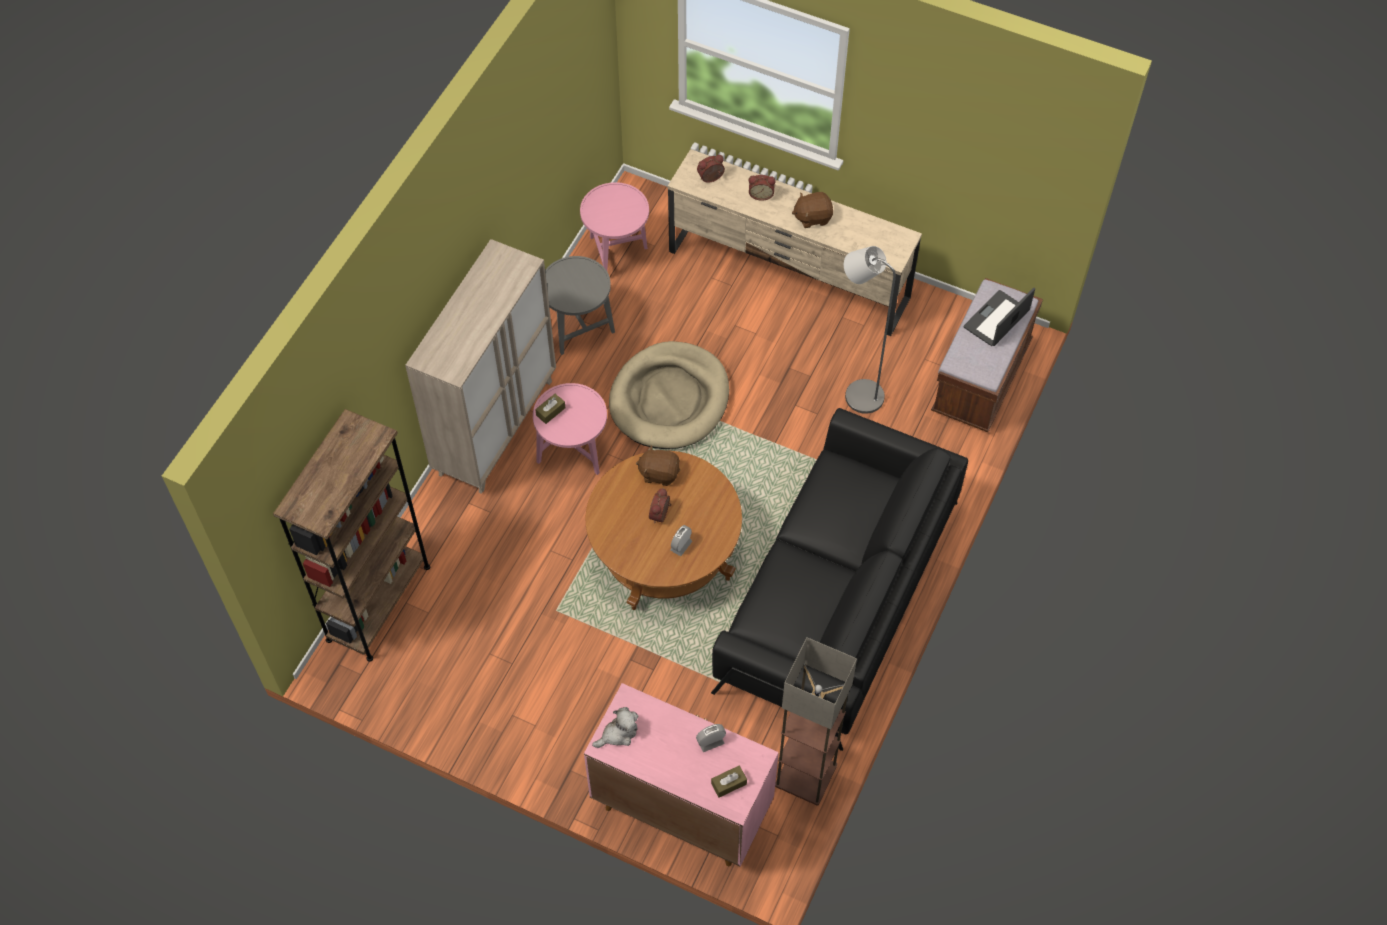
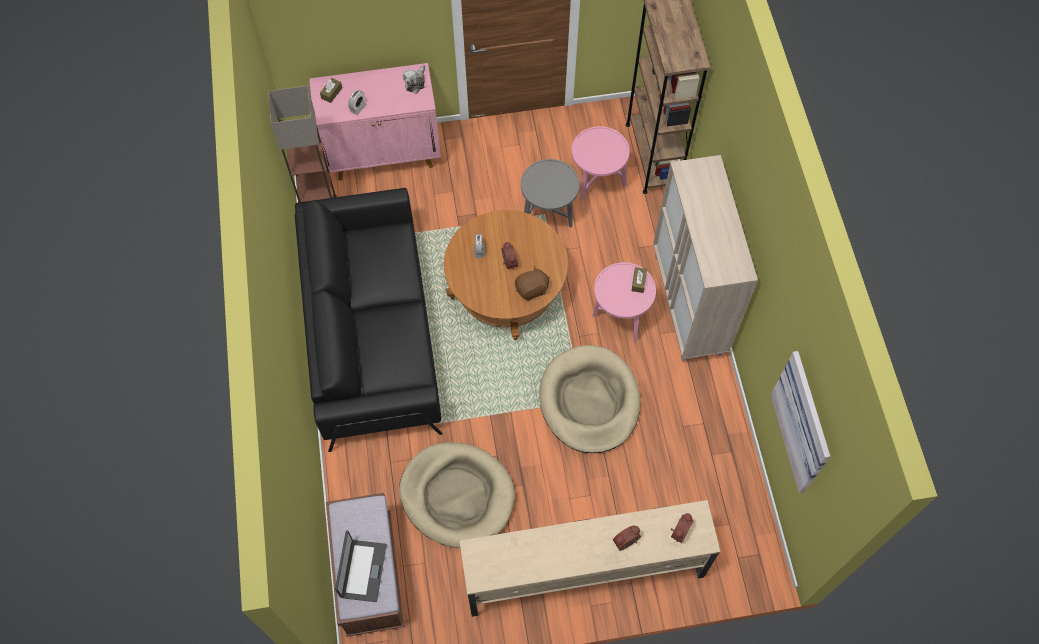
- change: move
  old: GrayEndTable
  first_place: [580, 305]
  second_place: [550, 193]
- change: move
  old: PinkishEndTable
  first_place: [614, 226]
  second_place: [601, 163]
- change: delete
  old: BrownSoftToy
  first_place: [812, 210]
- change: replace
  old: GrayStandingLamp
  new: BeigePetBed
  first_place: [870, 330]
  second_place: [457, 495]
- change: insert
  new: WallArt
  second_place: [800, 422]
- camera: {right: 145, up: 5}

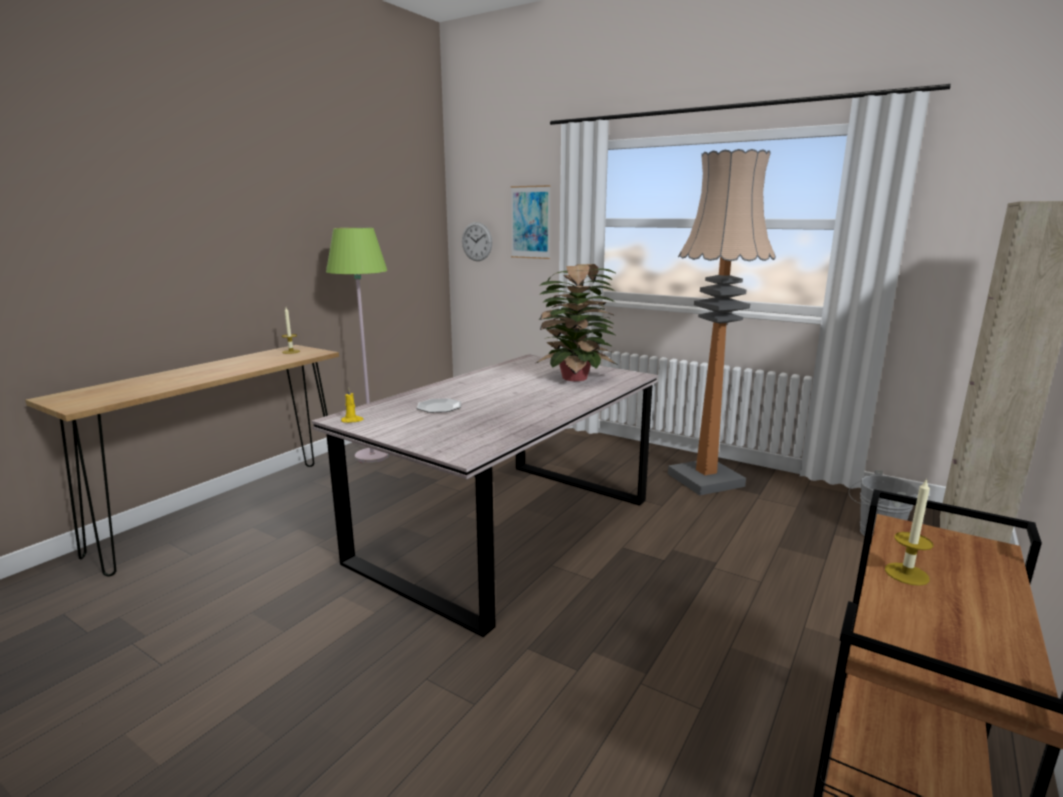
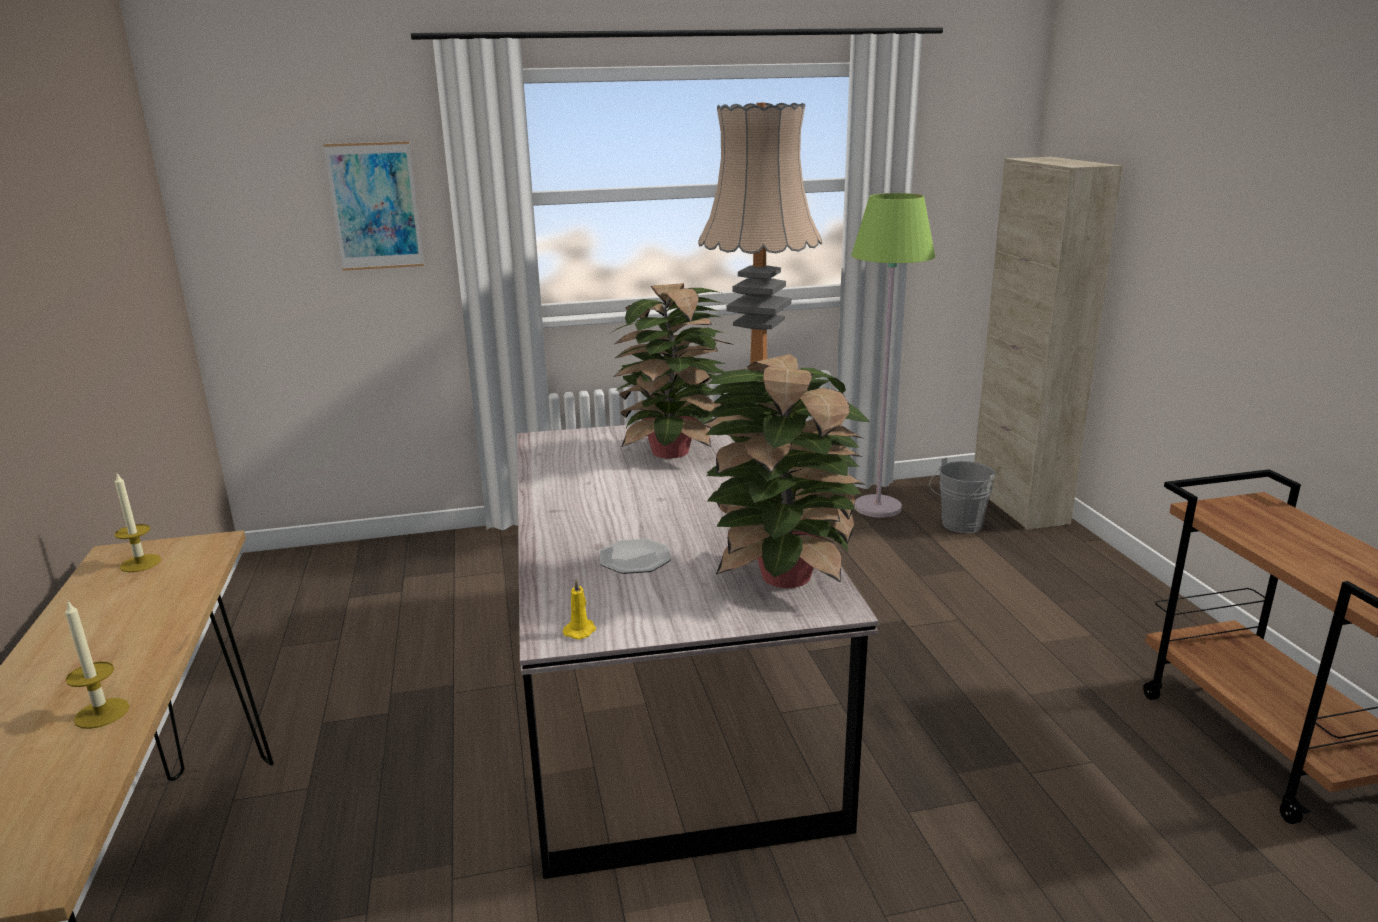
- change: move
  old: GreenishStandingLamp
  first_place: [358, 345]
  second_place: [893, 355]
- change: delete
  old: HangingClock
  first_place: [477, 241]
- change: move
  old: WaxLight
  first_place: [909, 532]
  second_place: [97, 664]
- change: insert
  new: PottedPlant
  second_place: [786, 471]
- camera: {right: -45, up: 5}

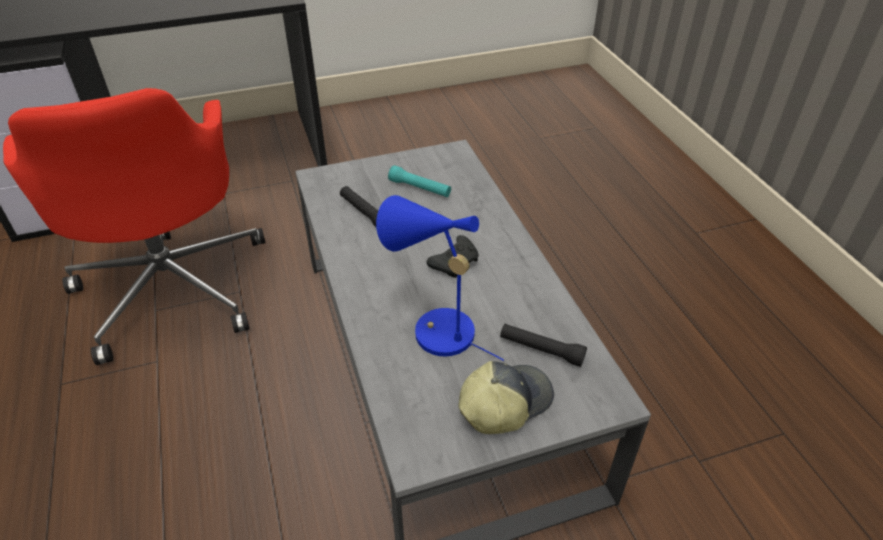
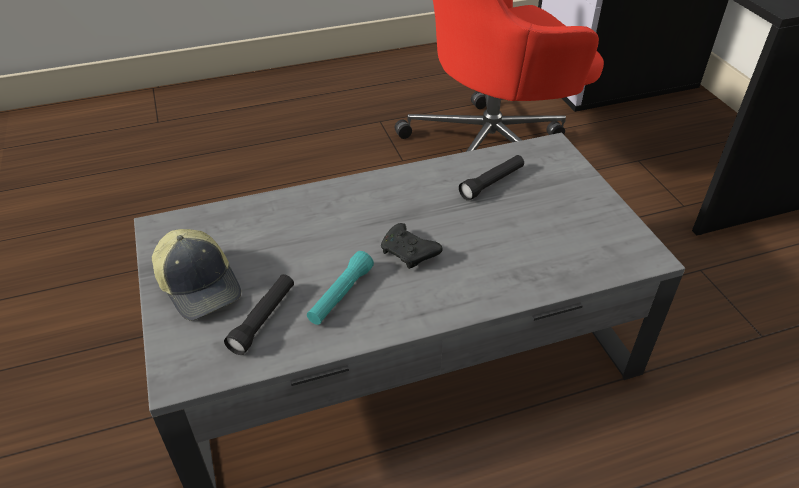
- change: delete
  old: BlueTabletopLamp
  first_place: [440, 278]
- change: move
  old: TurquoiseColouredTorch
  first_place: [419, 181]
  second_place: [340, 288]
- camera: {right: 90, up: 0}

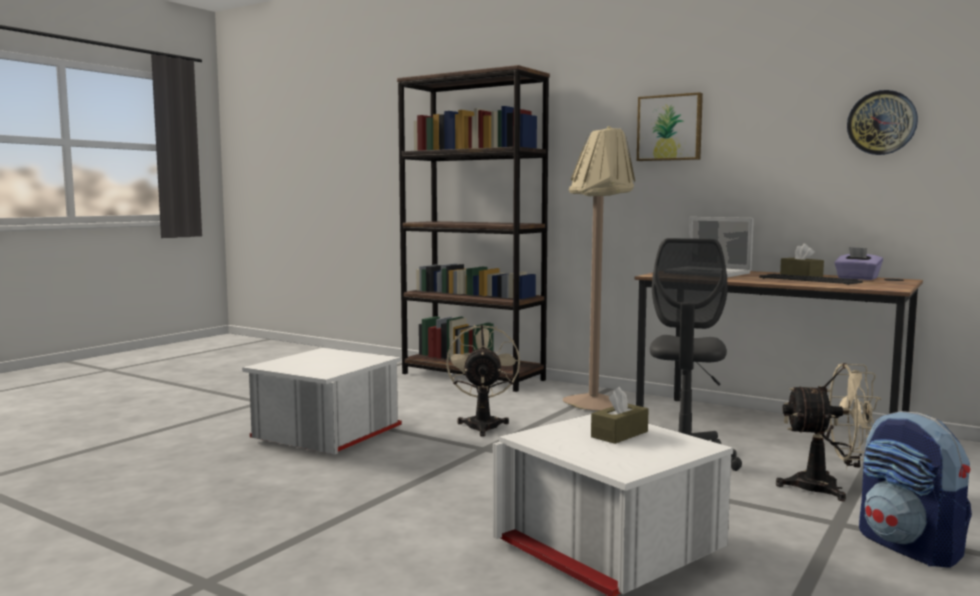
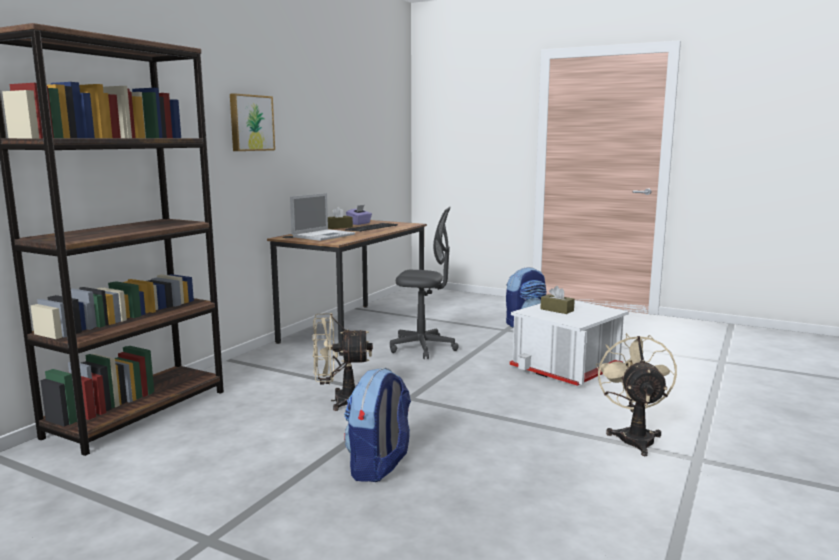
- change: replace
  old: WhiteStorageBox
  new: Backpack
  first_place: [322, 401]
  second_place: [377, 425]
- change: delete
  old: BeigeStandingLamp
  first_place: [599, 268]
- change: move
  old: BeigeElectricFan
  first_place: [829, 432]
  second_place: [636, 394]
- change: delete
  old: HangingClock
  first_place: [882, 122]
- camera: {right: -95, up: 5}

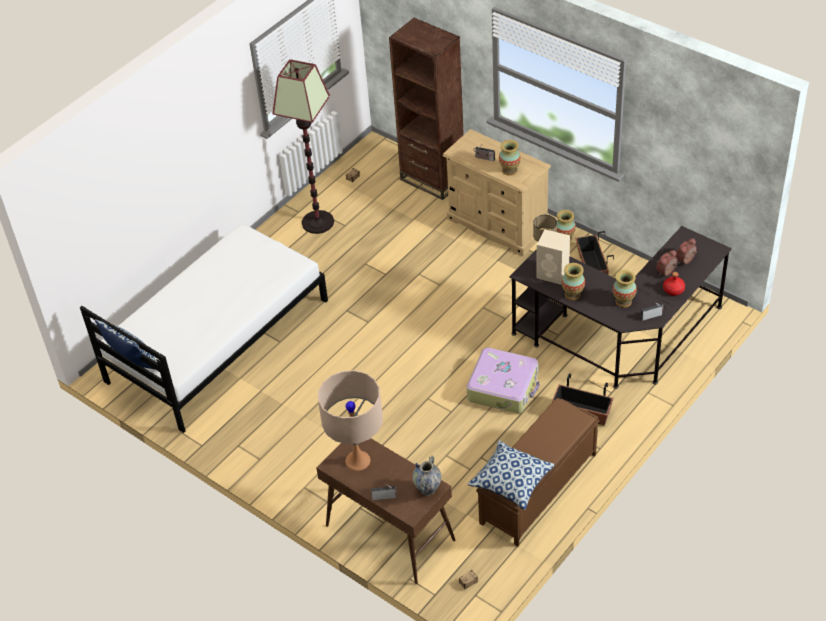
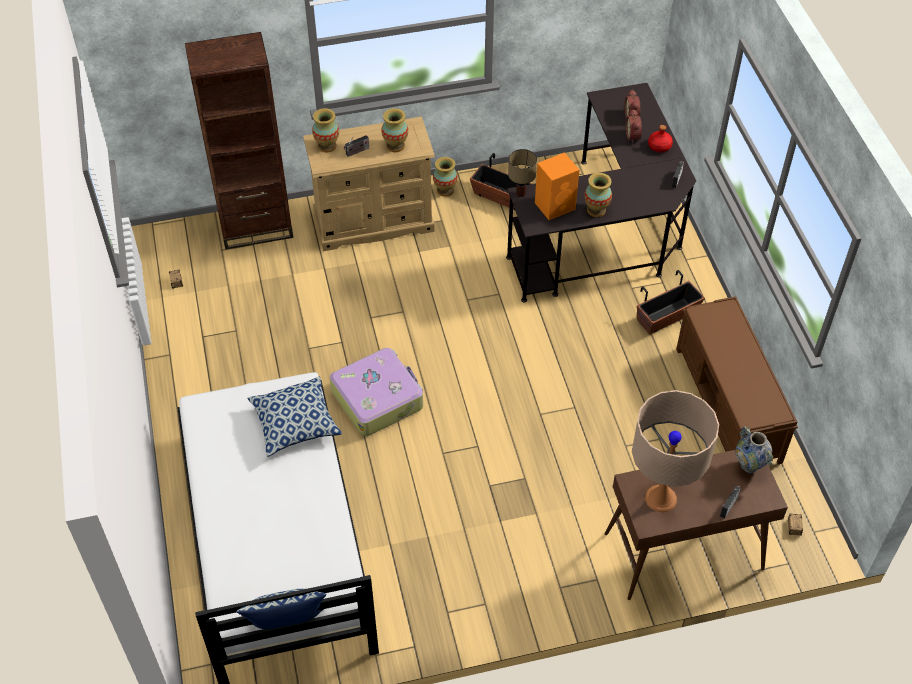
- change: delete
  old: StandingLamp
  first_place: [303, 146]
- change: move
  old: PieceOfLuggage
  first_place: [503, 380]
  second_place: [376, 392]
- change: move
  old: Pillow
  first_place: [511, 475]
  second_place: [294, 417]
- change: recolor
  old: BeigeLoudspeaker
  new: OrangeyLoudspeaker
  first_place: [553, 256]
  second_place: [557, 186]
- change: move
  old: DecorativeVase
  first_place: [625, 289]
  second_place: [325, 130]
- camera: {right: -55, up: 5}

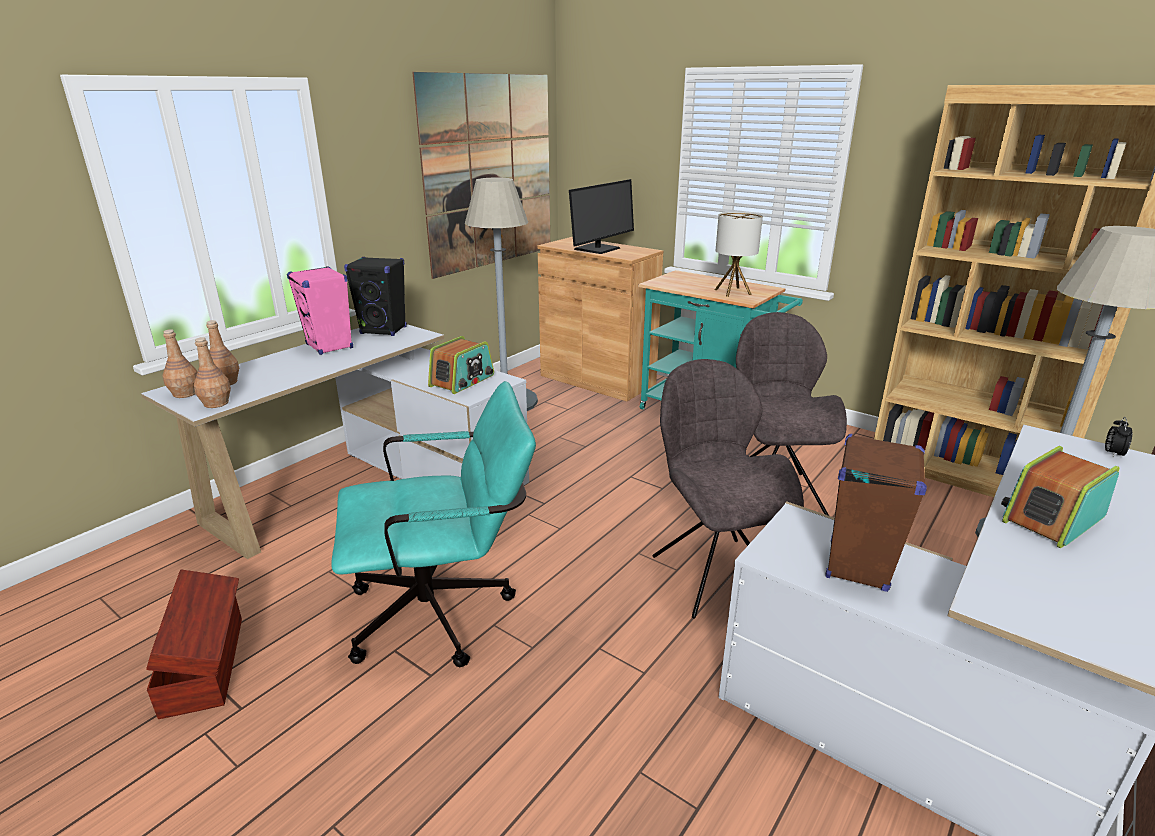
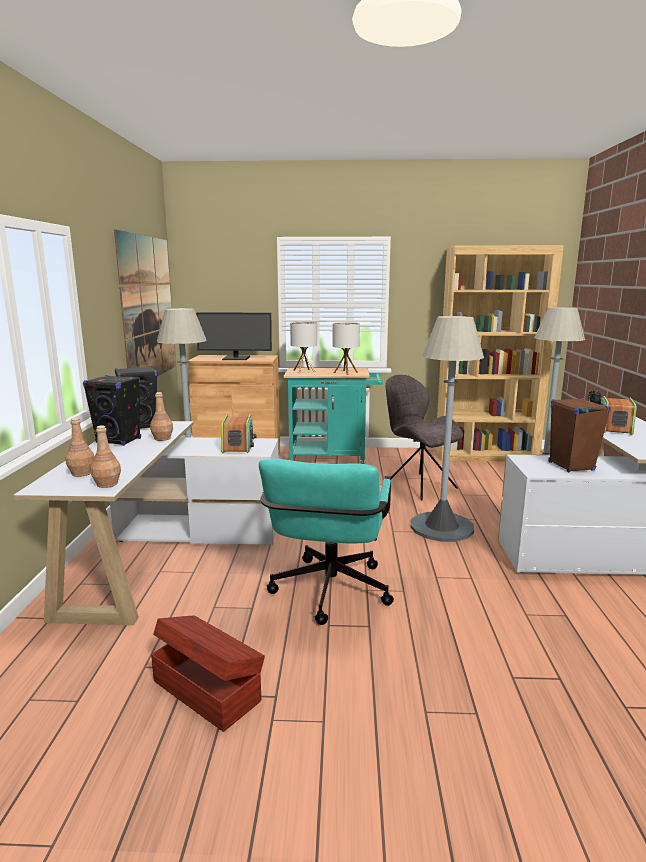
- change: move
  old: BrownBeverageBottle
  first_place: [179, 363]
  second_place: [161, 416]
- change: recolor
  old: PinkishLoudspeaker
  new: BlackColouredLoudspeaker
  first_place: [320, 310]
  second_place: [112, 410]
- change: rotate
  old: TurquoiseColouredComputerChair
  first_place: [433, 524]
  second_place: [326, 542]
  degrees: 150
- change: rotate
  old: ComputerScreen
  first_place: [601, 216]
  second_place: [234, 336]
  degrees: 90
- change: replace
  old: GrayUprightChair
  new: GrayStandingLamp
  first_place: [728, 489]
  second_place: [447, 429]
- change: insert
  new: TabletopLamp
  second_place: [303, 347]
- camera: {right: -35, up: -10}

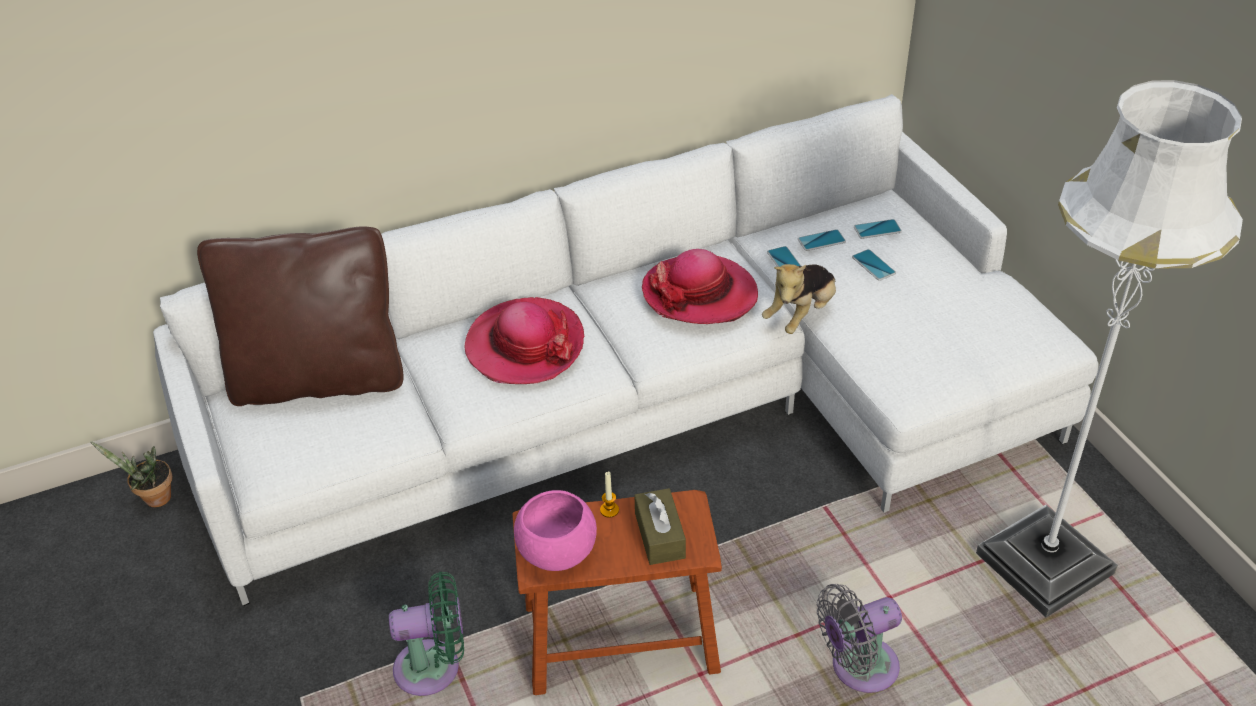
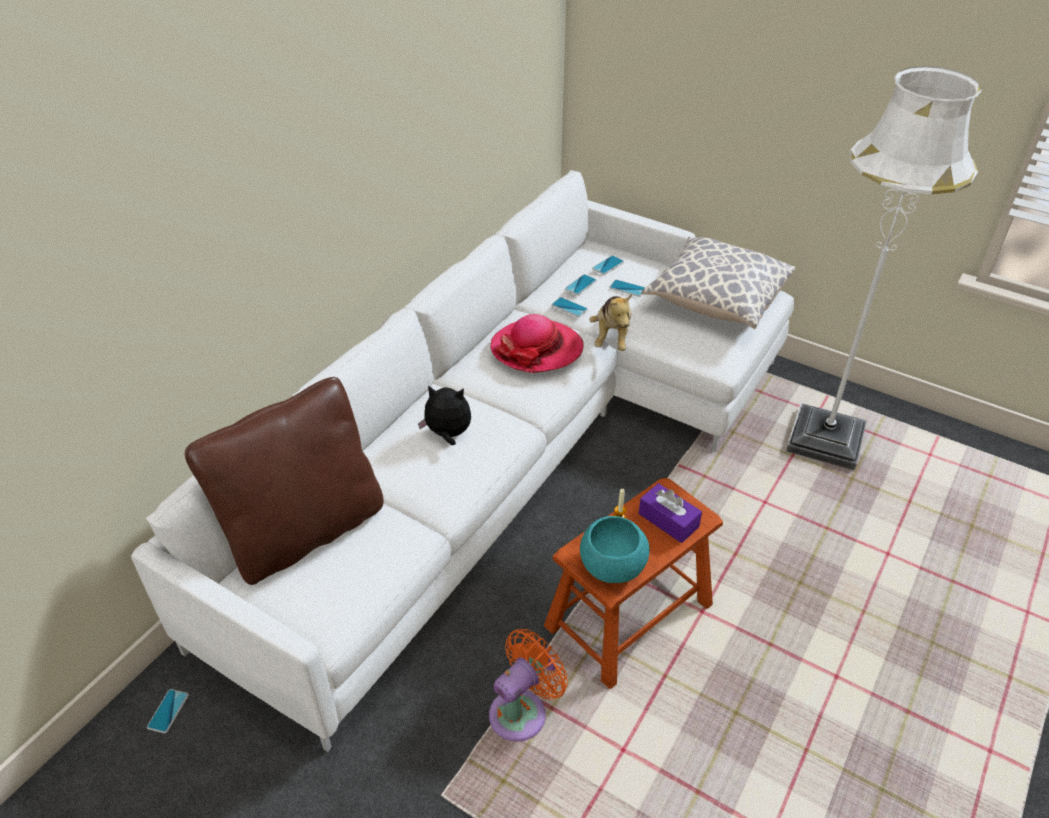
- change: replace
  old: PottedPlant
  new: Phone
  first_place: [131, 474]
  second_place: [167, 711]
- change: recolor
  old: GreenishElectricFan
  new: OrangeyElectricFan
  first_place: [426, 634]
  second_place: [528, 685]
- change: replace
  old: Hat
  new: SoftToy
  first_place: [524, 340]
  second_place: [444, 415]
- change: recolor
  old: PinkishServingBowl
  new: TurquoiseColouredServingBowl
  first_place: [555, 530]
  second_place: [614, 549]
- change: recolor
  old: BrownBoxOfTissues
  new: PurplishBoxOfTissues
  first_place: [660, 526]
  second_place: [670, 513]
- change: delete
  old: GrayElectricFan
  first_place: [859, 638]
- change: insert
  new: Pillow
  second_place: [718, 282]
- camera: {right: -35, up: 0}

